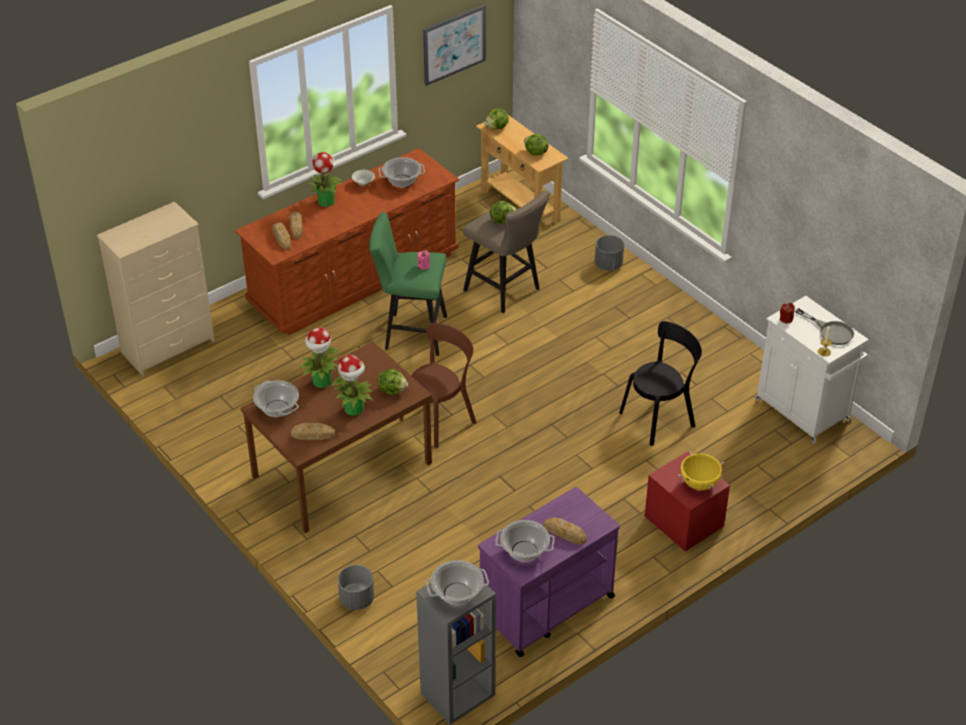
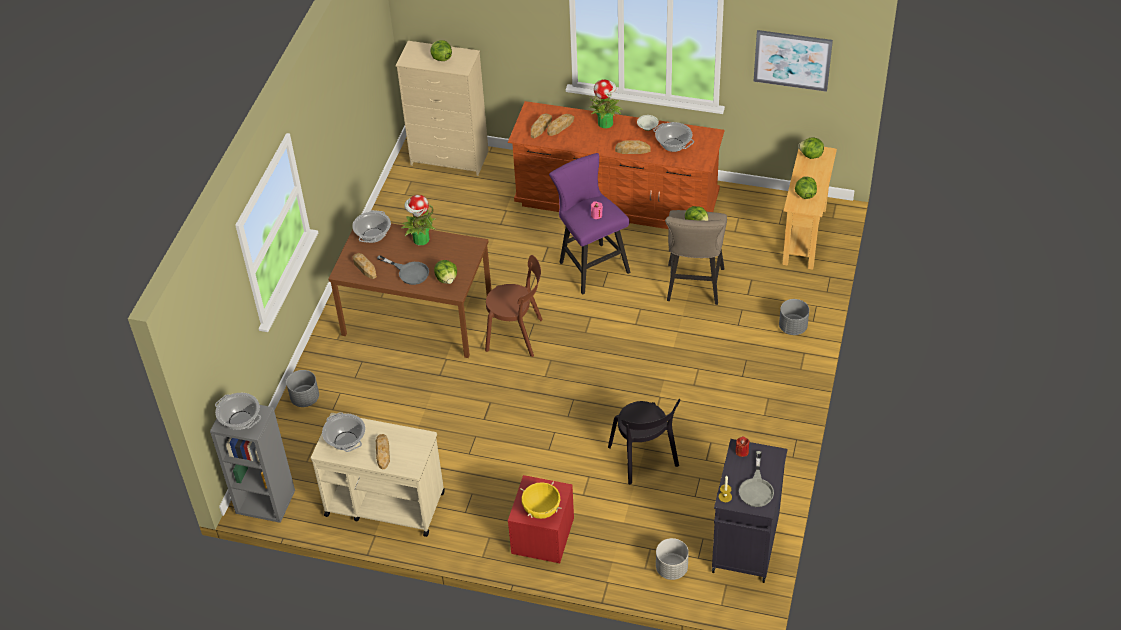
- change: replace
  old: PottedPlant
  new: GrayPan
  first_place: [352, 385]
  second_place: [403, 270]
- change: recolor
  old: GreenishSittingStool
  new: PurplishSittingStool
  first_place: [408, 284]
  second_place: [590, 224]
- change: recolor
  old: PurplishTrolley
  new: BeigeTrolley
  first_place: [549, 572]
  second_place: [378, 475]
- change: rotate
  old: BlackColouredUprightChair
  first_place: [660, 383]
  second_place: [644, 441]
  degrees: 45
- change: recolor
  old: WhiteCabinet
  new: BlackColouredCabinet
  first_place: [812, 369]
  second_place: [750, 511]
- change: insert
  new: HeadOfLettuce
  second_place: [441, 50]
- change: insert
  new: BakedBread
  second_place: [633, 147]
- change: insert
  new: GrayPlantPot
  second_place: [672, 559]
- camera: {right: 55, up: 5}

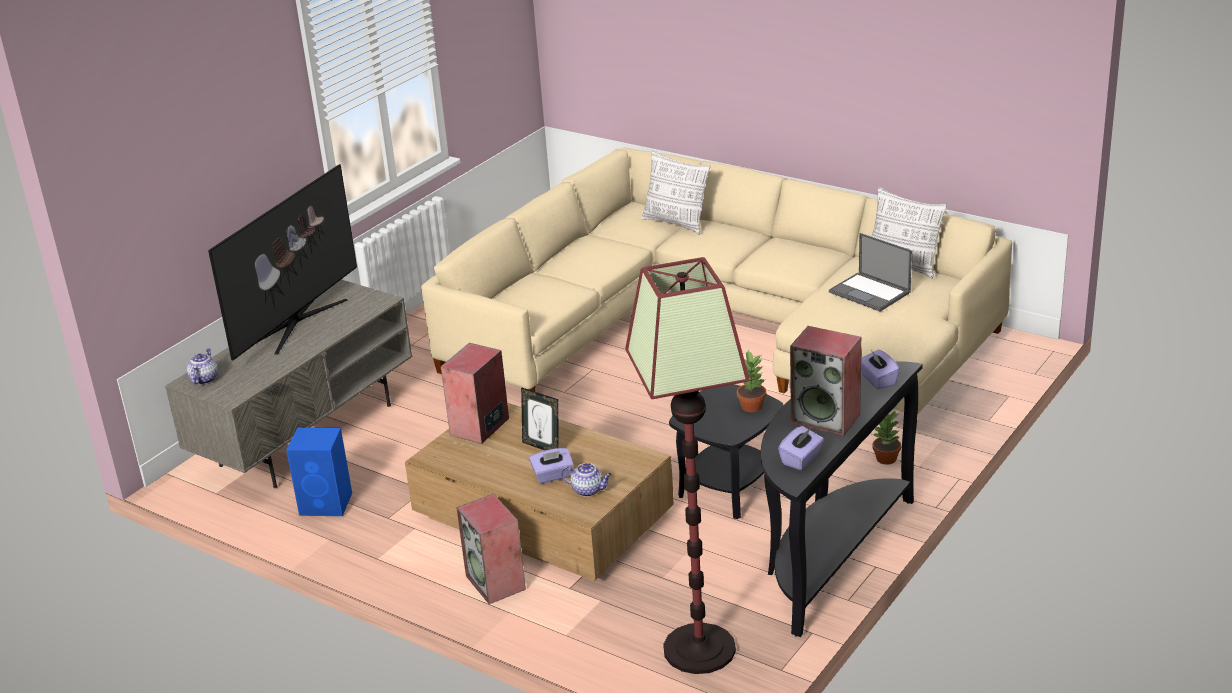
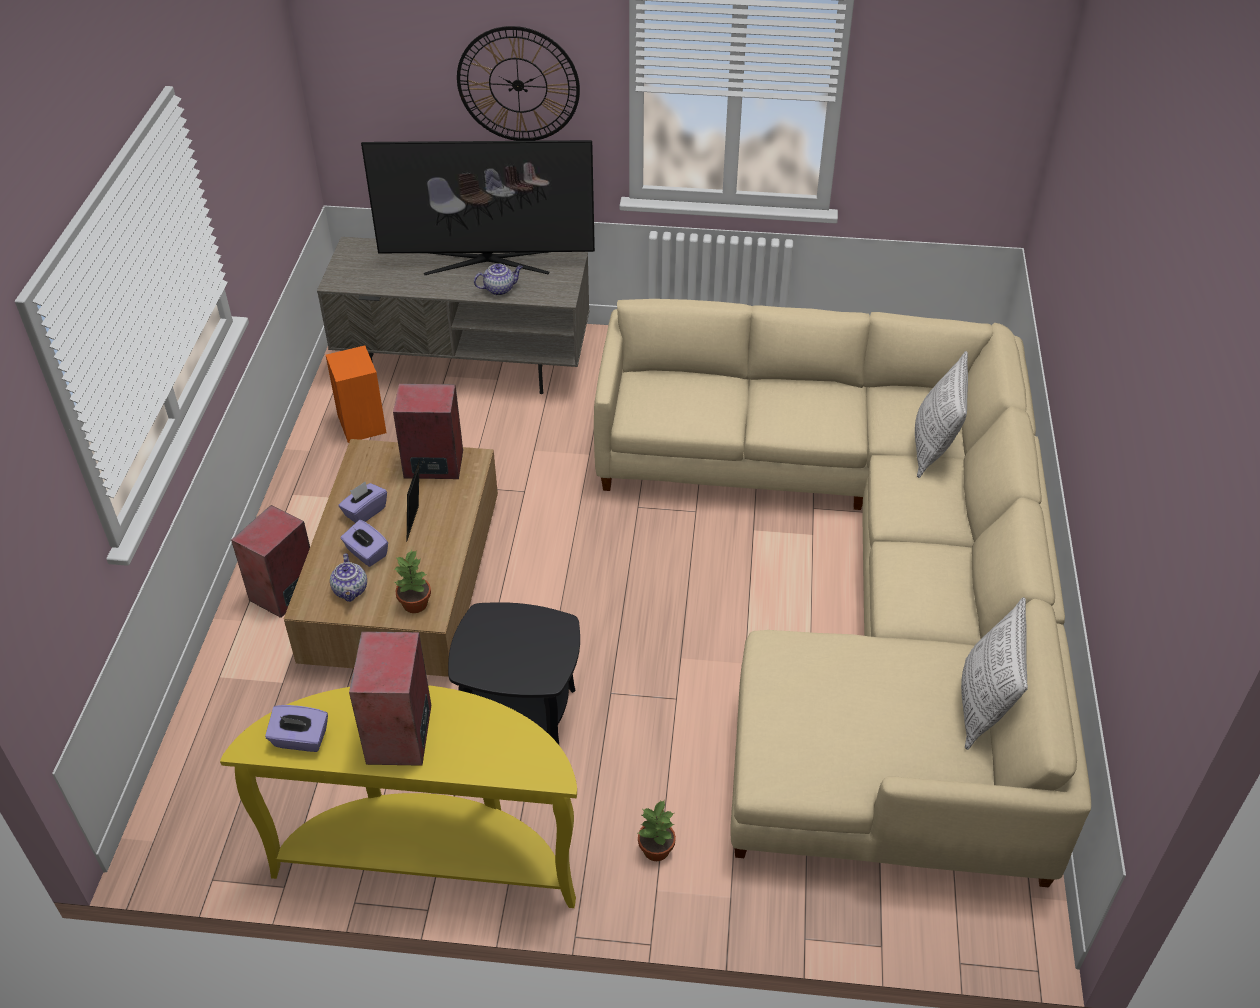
- change: move
  old: PotForTea
  first_place: [202, 366]
  second_place: [498, 279]
- change: recolor
  old: BlueLoudspeaker
  new: OrangeyLoudspeaker
  first_place: [319, 472]
  second_place: [356, 394]
- change: delete
  old: StandingLamp
  first_place: [687, 465]
- change: move
  old: PottedPlant
  first_place: [751, 381]
  second_place: [412, 581]
- change: recolor
  old: BlackColouredConsoleTable
  new: YellowColouredConsoleTable
  first_place: [842, 499]
  second_place: [398, 796]
- change: delete
  old: Laptop
  first_place: [870, 272]
- change: move
  old: PurplishBoxOfTissues
  first_place: [880, 370]
  second_place: [363, 502]
- change: insert
  new: HangingClock
  second_place: [518, 83]
- camera: {right: 60, up: 15}

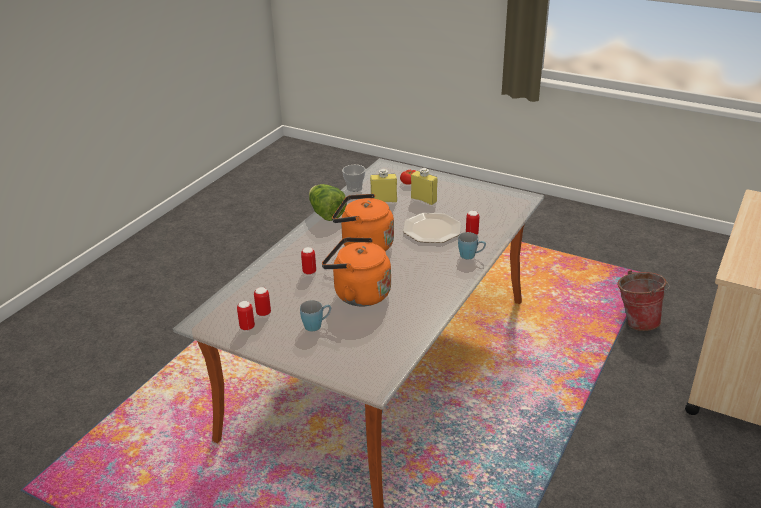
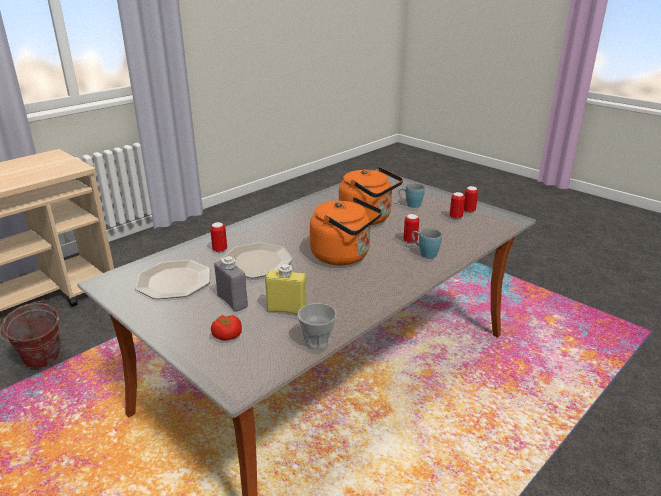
- change: delete
  old: HeadOfLettuce
  first_place: [328, 202]
- change: recolor
  old: YellowColouredBeverageBottle
  new: GrayBeverageBottle
  first_place: [424, 186]
  second_place: [231, 284]
- change: move
  old: BlueTeaMug
  first_place: [472, 245]
  second_place: [427, 243]
- change: insert
  new: Plate
  second_place: [173, 279]
- camera: {right: -165, up: -5}

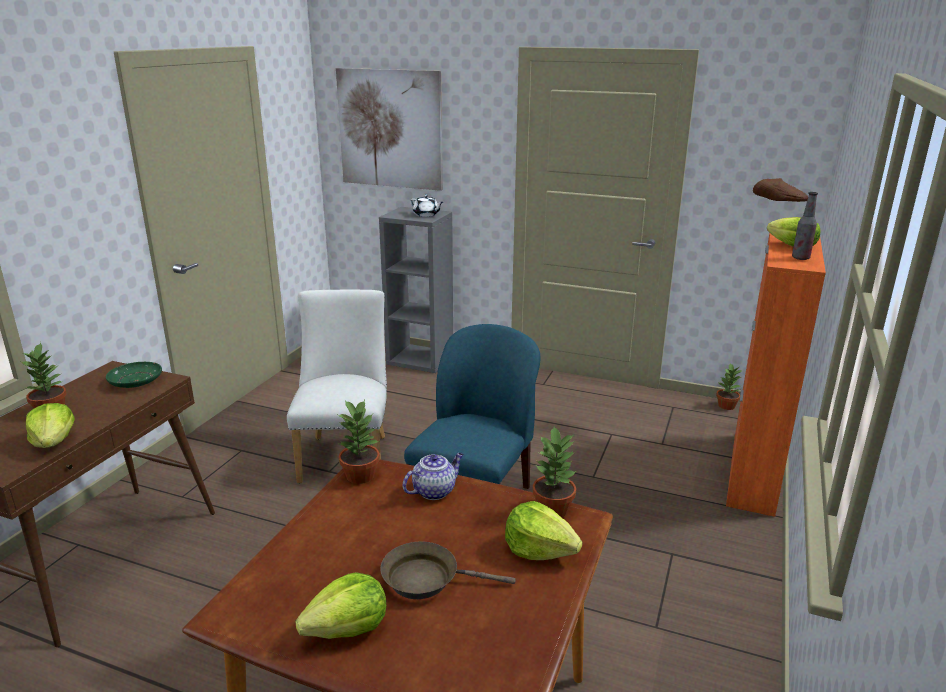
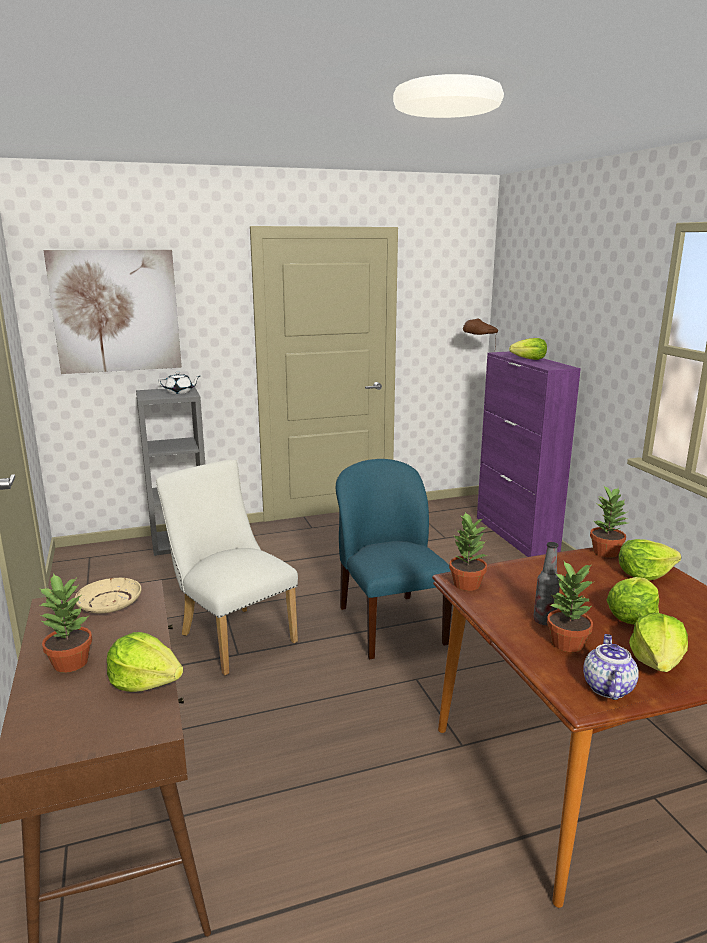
- change: recolor
  old: GreenishPlate
  new: BeigePlate
  first_place: [134, 375]
  second_place: [108, 595]
- change: replace
  old: BrownPan
  new: HeadOfLettuce
  first_place: [448, 570]
  second_place: [633, 601]
- change: move
  old: PotForTea
  first_place: [433, 476]
  second_place: [611, 667]
- change: move
  old: PottedPlant
  first_place: [729, 387]
  second_place: [570, 606]
- change: recolor
  old: OrangeyCabinet
  new: PurplishCabinet
  first_place: [776, 375]
  second_place: [529, 454]
- change: move
  old: BeverageBottle
  first_place: [805, 226]
  second_place: [546, 583]
- camera: {right: -40, up: -5}

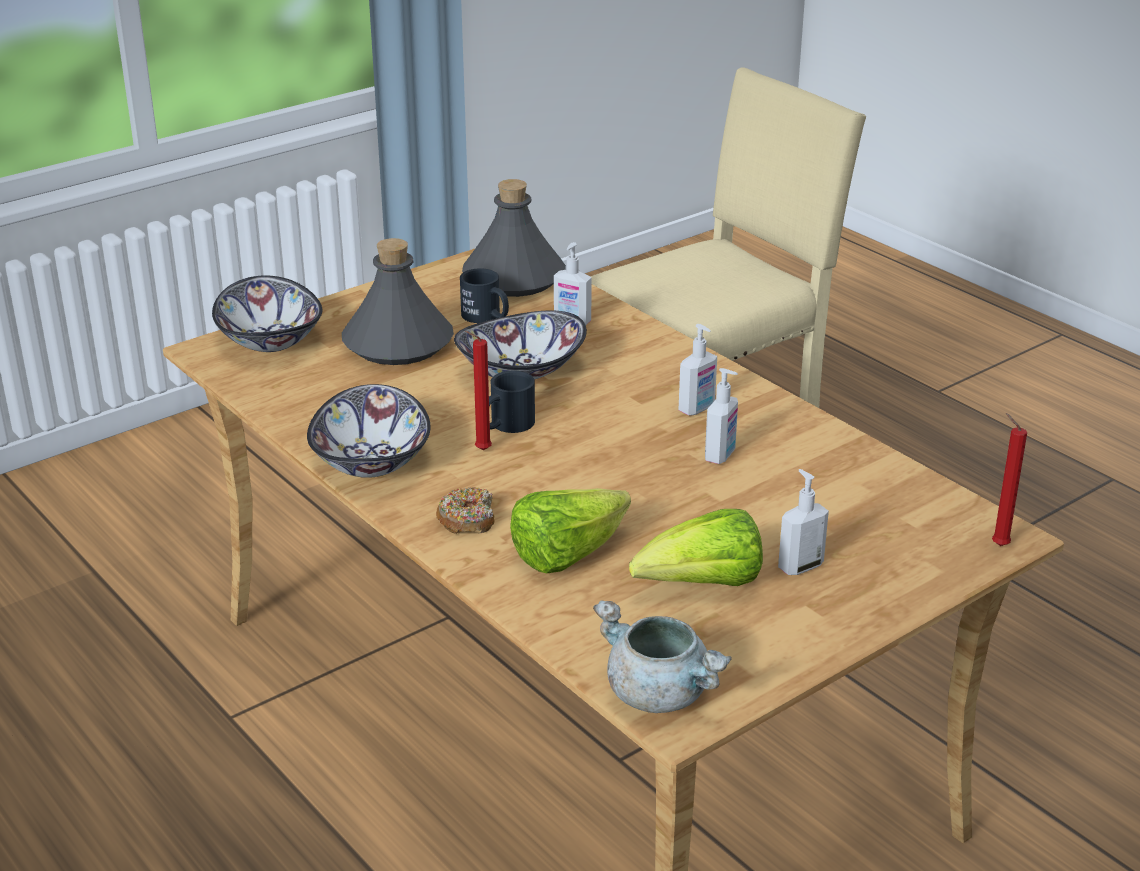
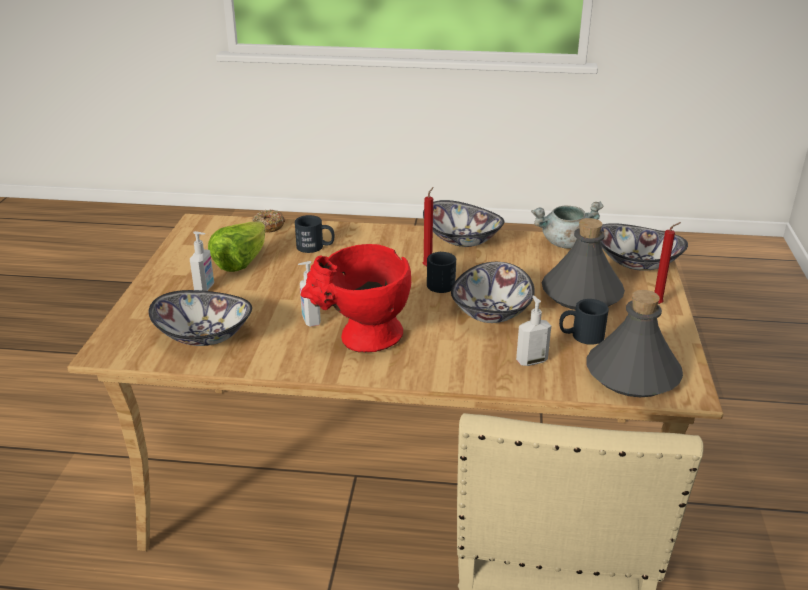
- change: move
  old: RingDoughnut
  first_place: [465, 510]
  second_place: [268, 221]
- change: replace
  old: HeadOfLettuce
  new: BlackColouredTeaMug
  first_place: [570, 530]
  second_place: [315, 234]
- change: move
  old: GrayStockpot
  first_place: [662, 656]
  second_place: [567, 225]
- change: replace
  old: SoapDispenser
  new: RedColouredDecorativeVase
  first_place: [697, 370]
  second_place: [355, 298]
- change: move
  old: RedColouredWaxLight
  first_place: [1009, 479]
  second_place: [668, 263]
- change: insert
  new: ServingBowl
  second_place: [200, 318]
- camera: {right: 135, up: 0}

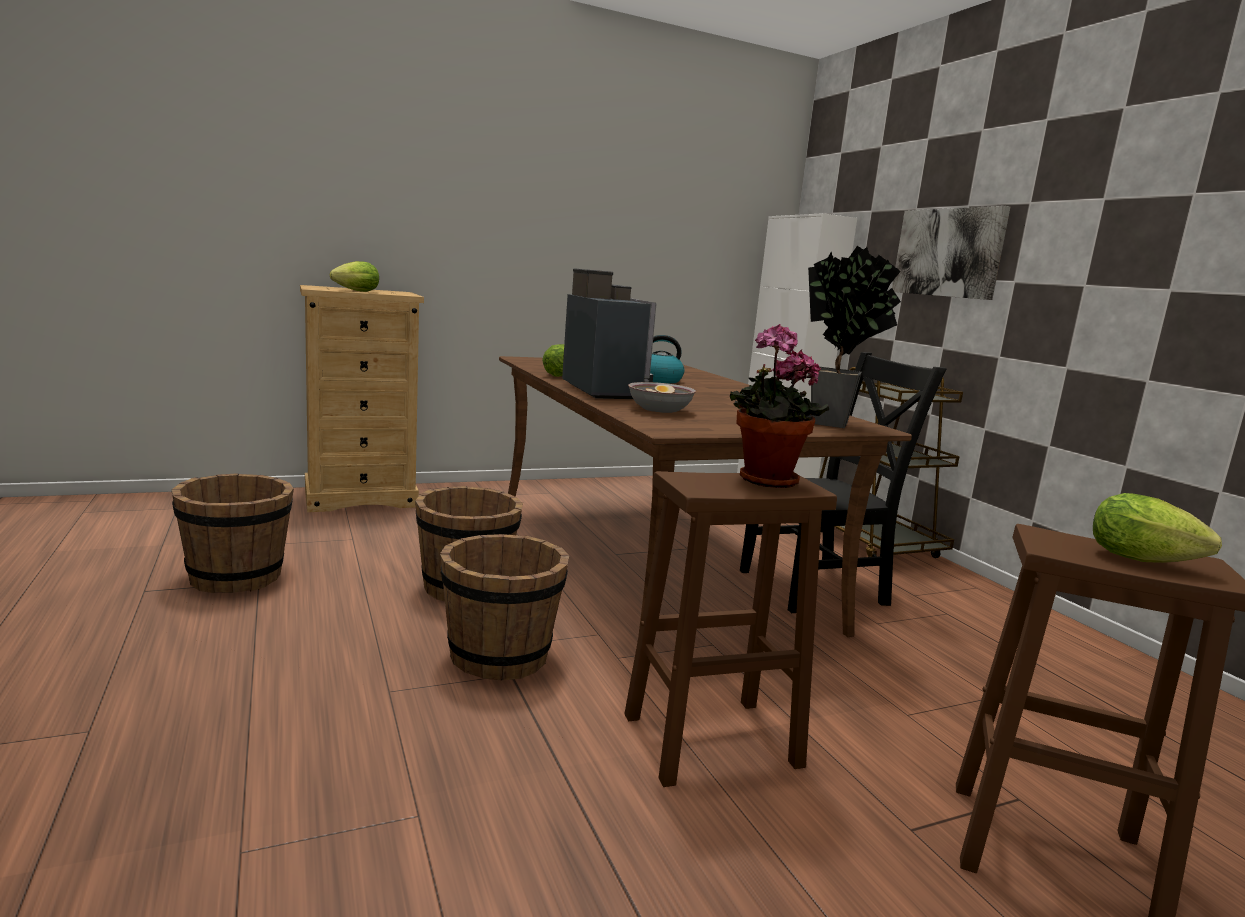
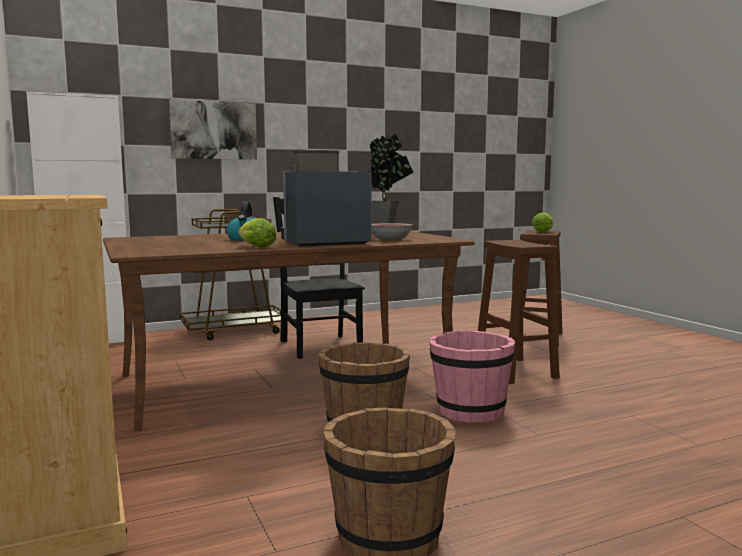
- change: delete
  old: HeadOfLettuce
  first_place: [354, 276]
- change: recolor
  old: BrownBucket
  new: PinkishBucket
  first_place: [504, 607]
  second_place: [472, 376]
- change: delete
  old: PottedPlant
  first_place: [779, 406]
- camera: {right: -90, up: -5}

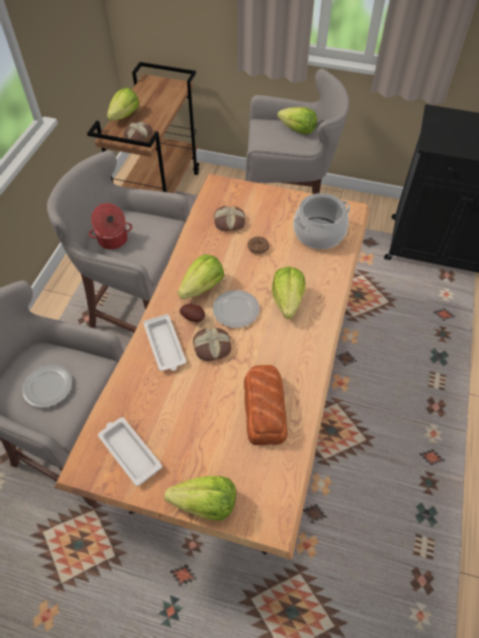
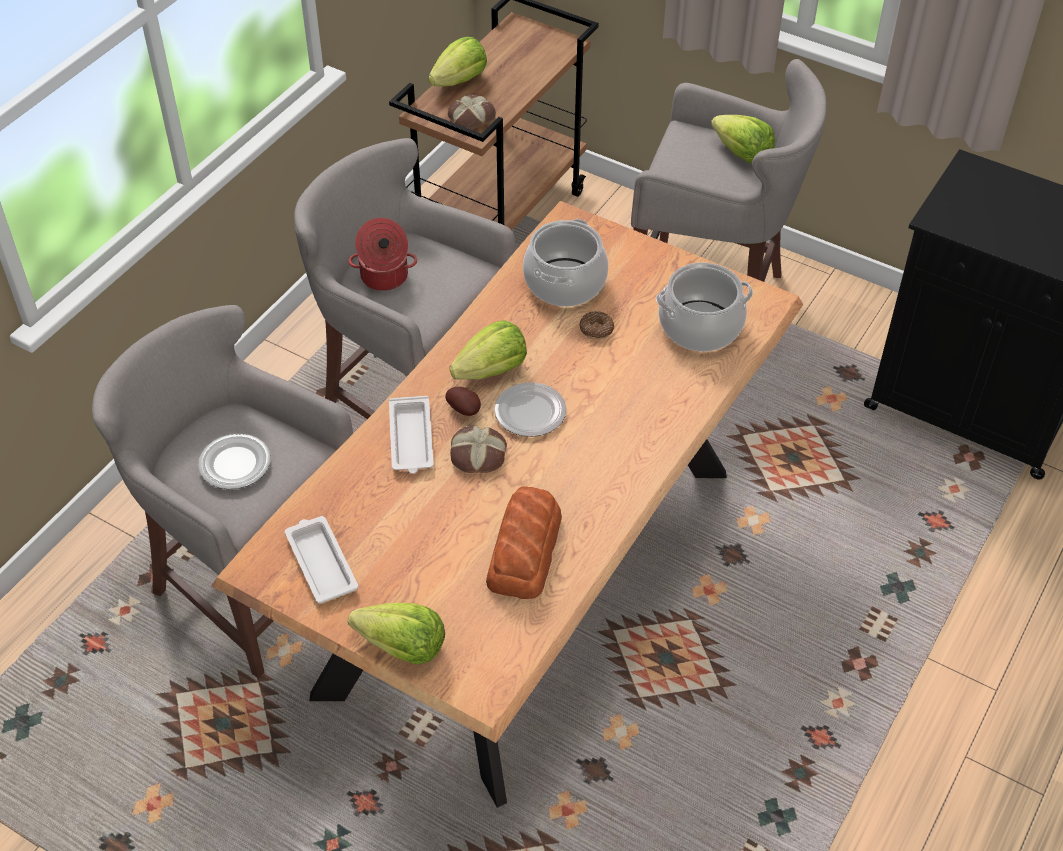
- change: replace
  old: BakedBread
  new: Stockpot
  first_place: [229, 219]
  second_place: [565, 263]
- change: delete
  old: HeadOfLettuce
  first_place: [289, 292]
- camera: {right: 15, up: -5}

